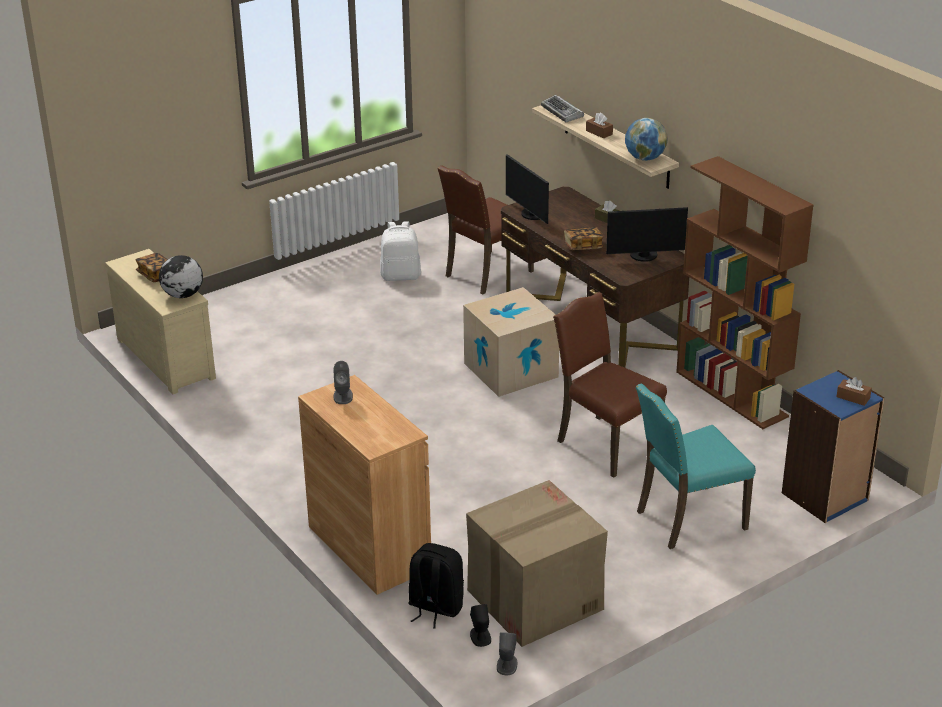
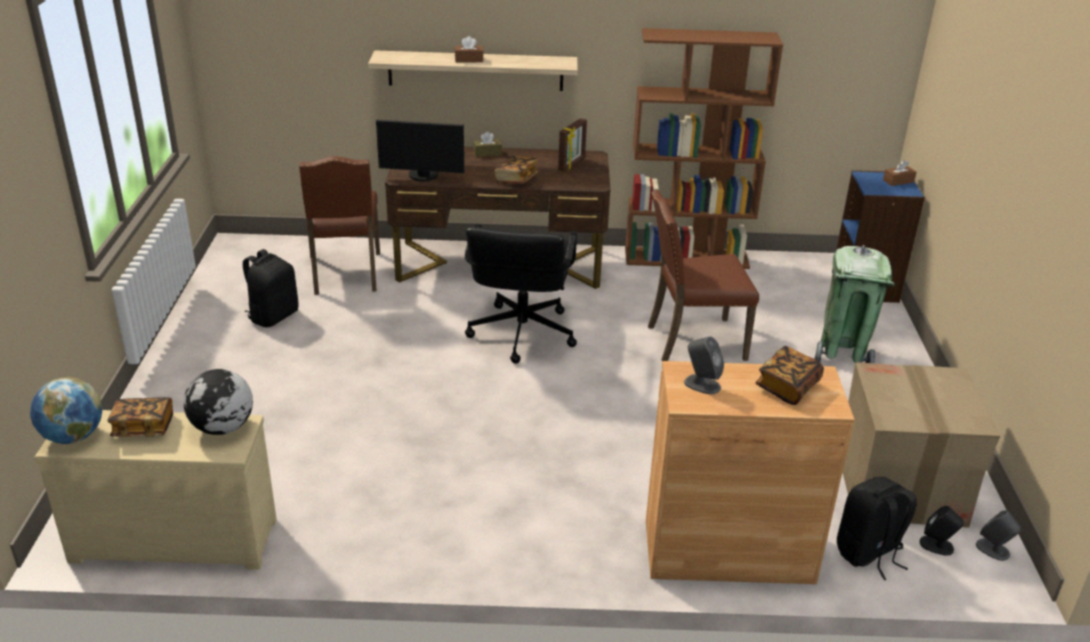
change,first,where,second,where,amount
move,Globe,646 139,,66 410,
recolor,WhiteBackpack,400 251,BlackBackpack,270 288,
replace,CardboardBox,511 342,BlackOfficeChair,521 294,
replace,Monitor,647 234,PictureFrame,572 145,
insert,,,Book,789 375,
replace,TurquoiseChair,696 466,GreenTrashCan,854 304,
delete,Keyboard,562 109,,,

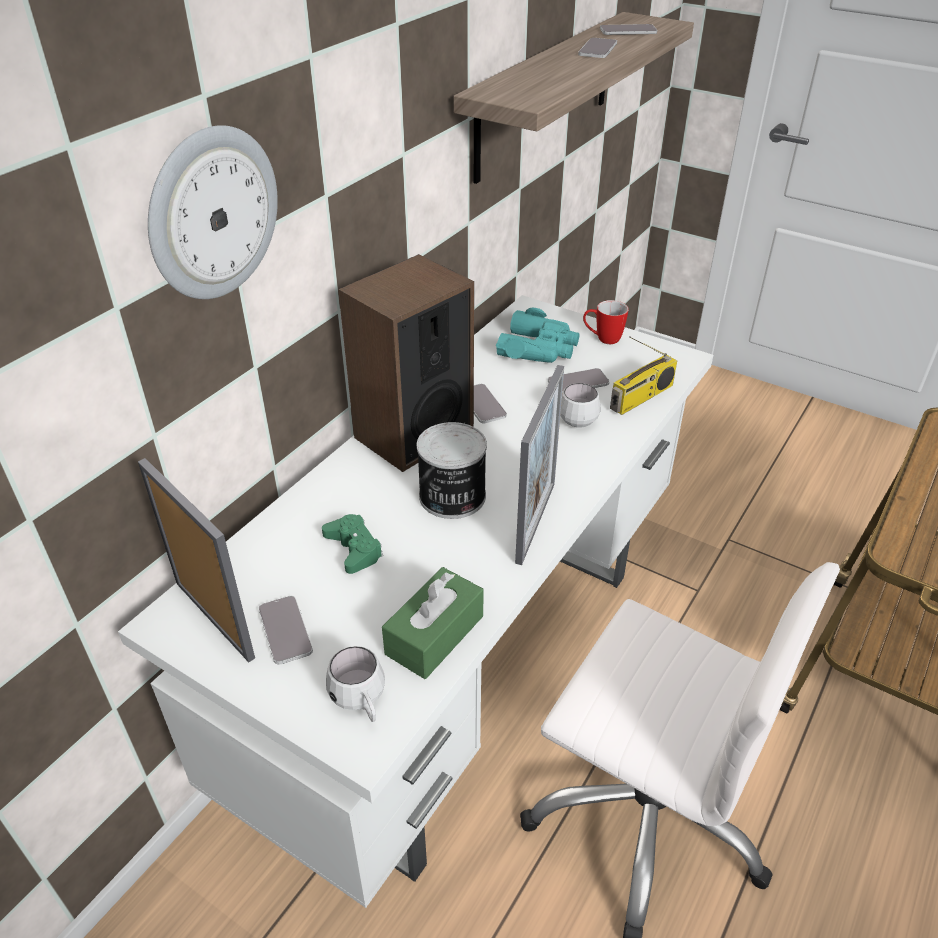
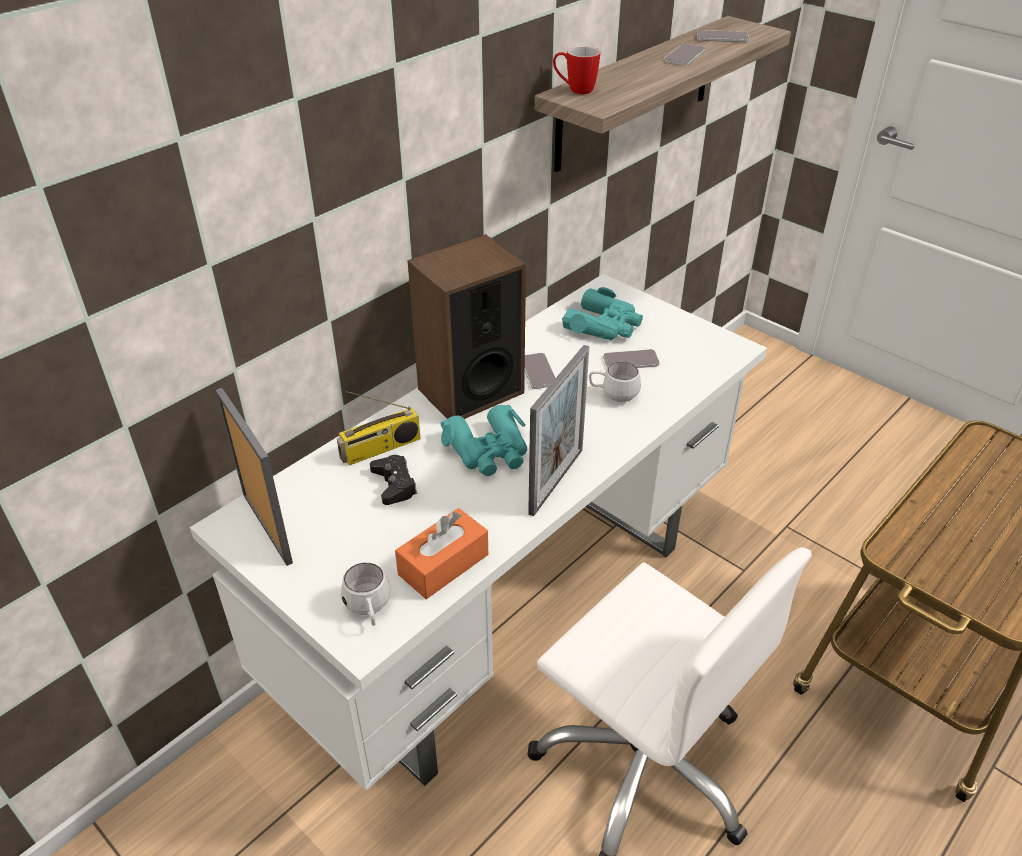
change,first,where,second,where,amount
move,Radio,643 375,,379 428,
recolor,GreenGameController,352 544,BlackGameController,393 480,
recolor,GreenTissueBox,433 623,OrangeTissueBox,441 553,
replace,Can,452 470,TurquoiseBinoculars,484 440,
move,Mug,606 322,,576 70,
delete,WallClock,213 212,,,
delete,Phone,286 630,,,

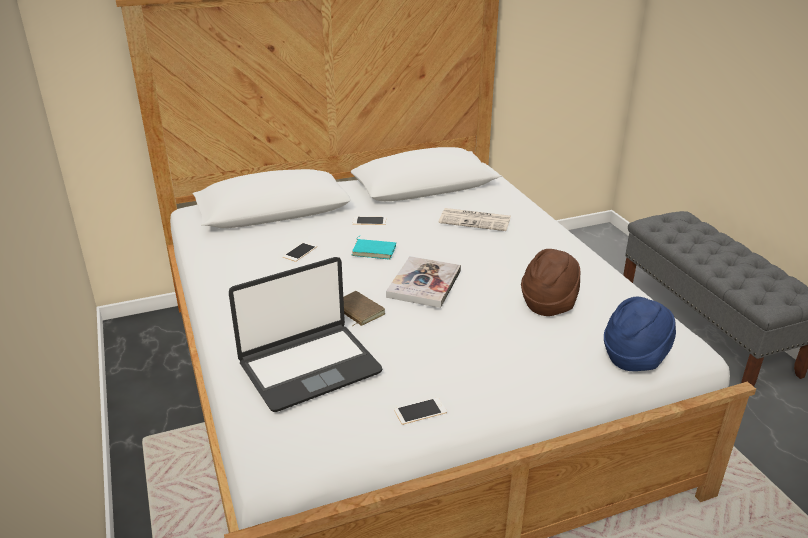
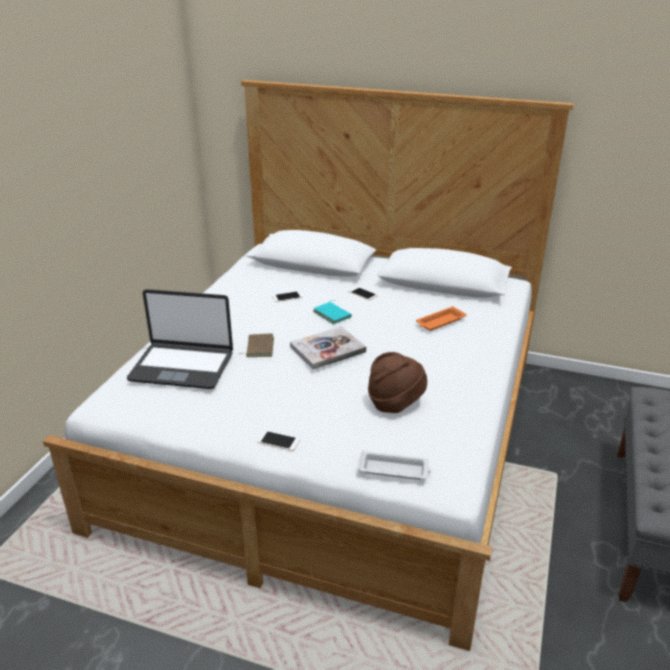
change,first,where,second,where,amount
move,Phone,420 411,,278 441,
replace,BlueHat,640 334,WhiteTray,395 465,
replace,Newspaper,474 219,OrangeTray,441 318,

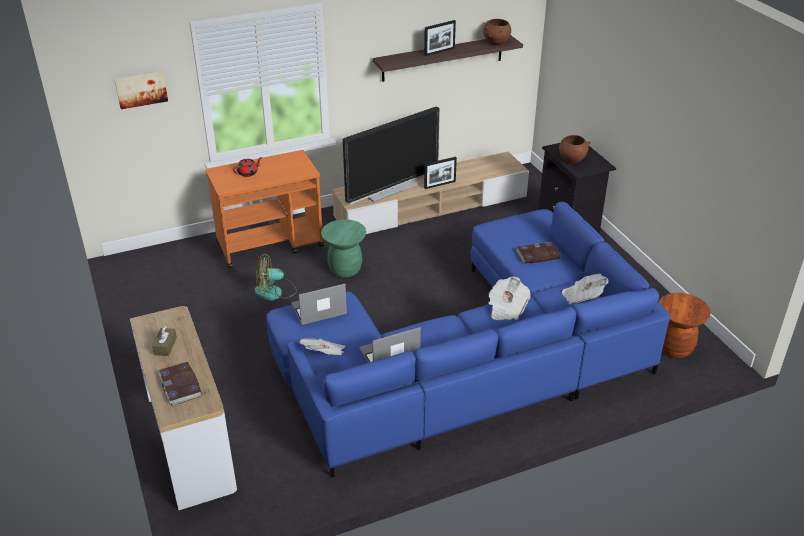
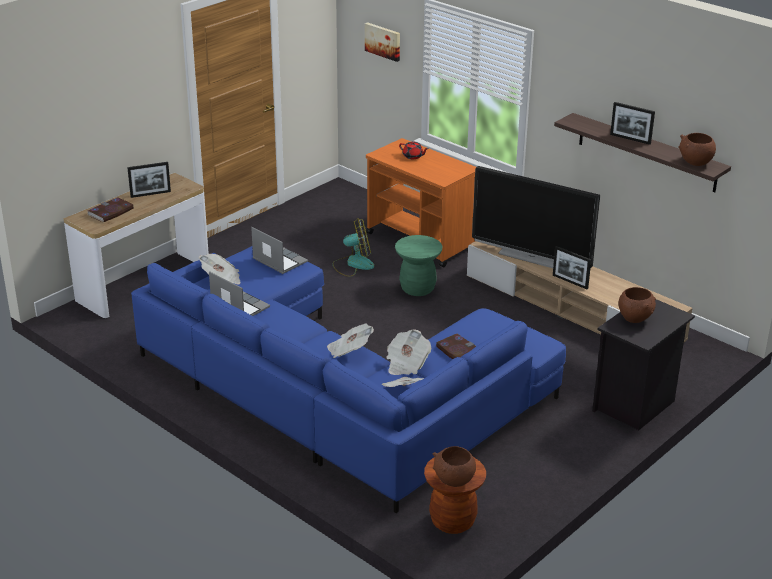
change,first,where,second,where,amount
replace,BrownTissueBox,164 341,PictureFrame,149 180,
rotate,Fan,276 276,,353 248,120 degrees clockwise
insert,,,Newspaper,408 352,
insert,,,BrownBowl,454 466,

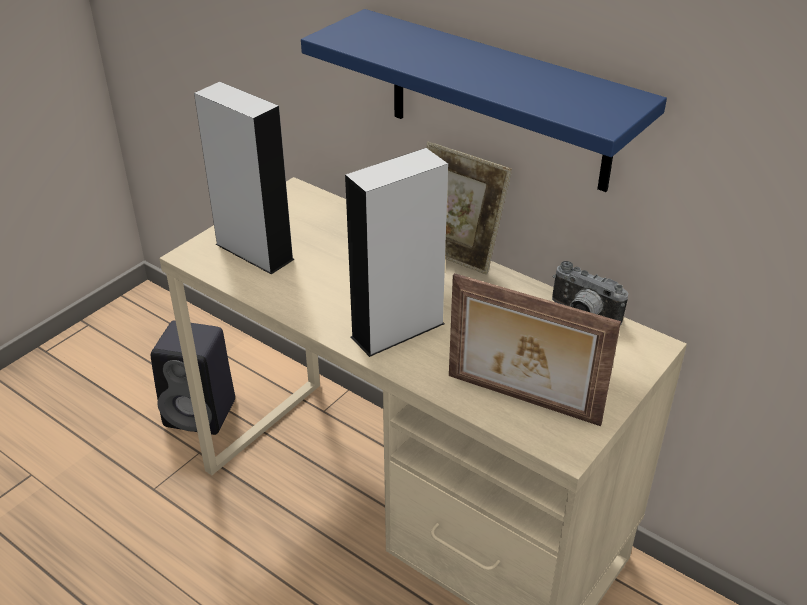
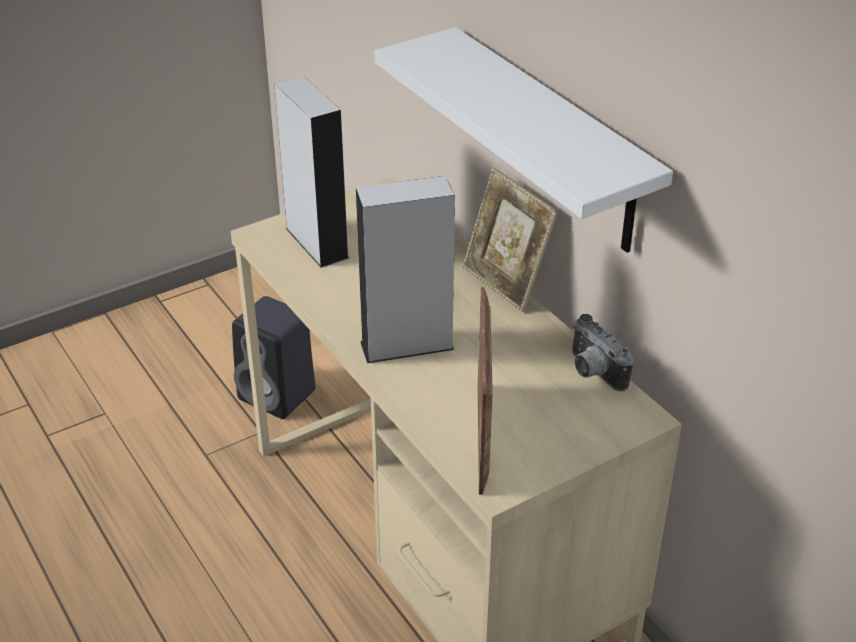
change,first,where,second,where,amount
recolor,BlueShelf,484 100,WhiteShelf,524 140,
rotate,PictureFrame,535 349,,485 391,135 degrees counterclockwise

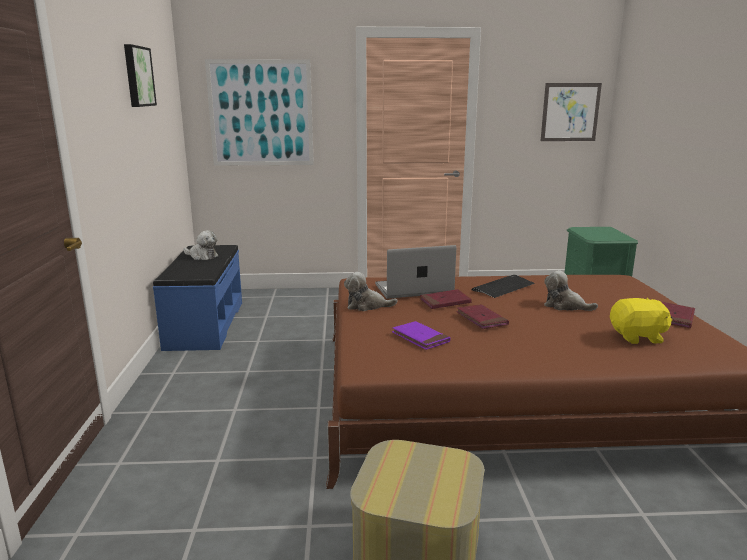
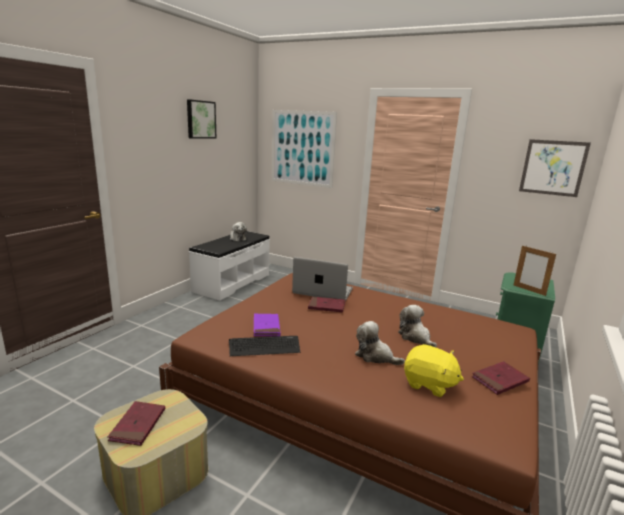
change,first,where,second,where,amount
move,RedBook,482 316,,136 423,
recolor,BlueBench,197 298,WhiteBench,229 266,
move,Keyboard,502 286,,264 346,
move,PlushToy,371 291,,380 343,
insert,,,PictureFrame,535 270,

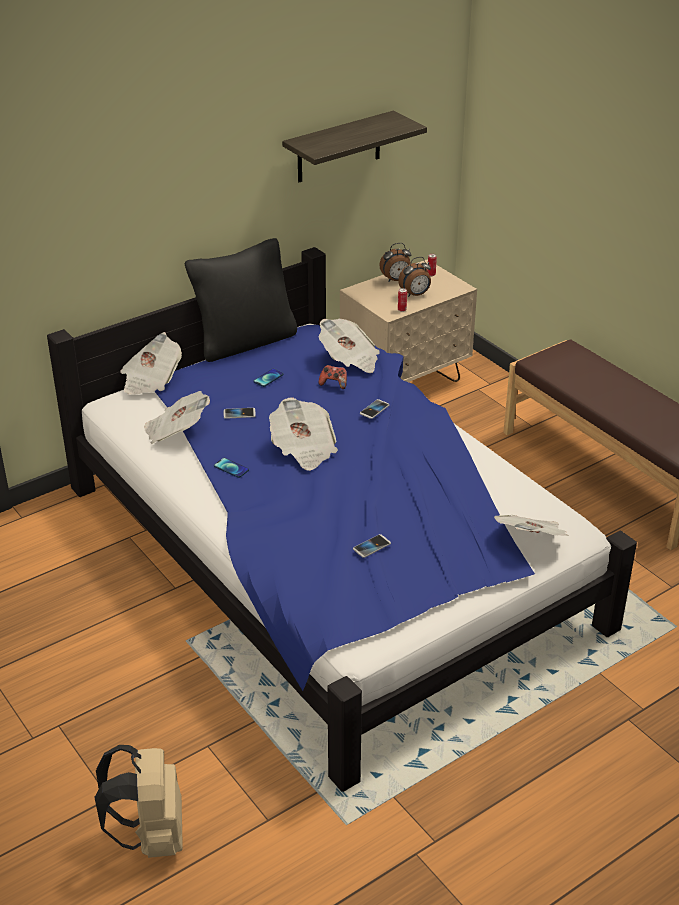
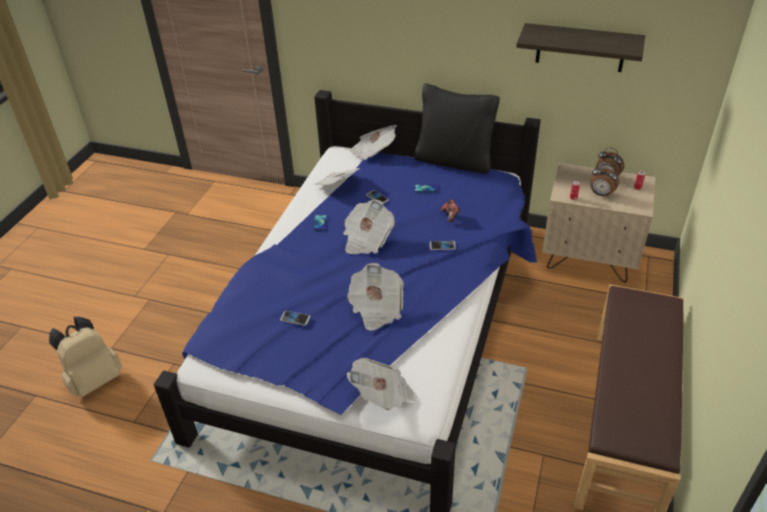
change,first,where,second,where,amount
move,Newspaper,349 346,,375 297,

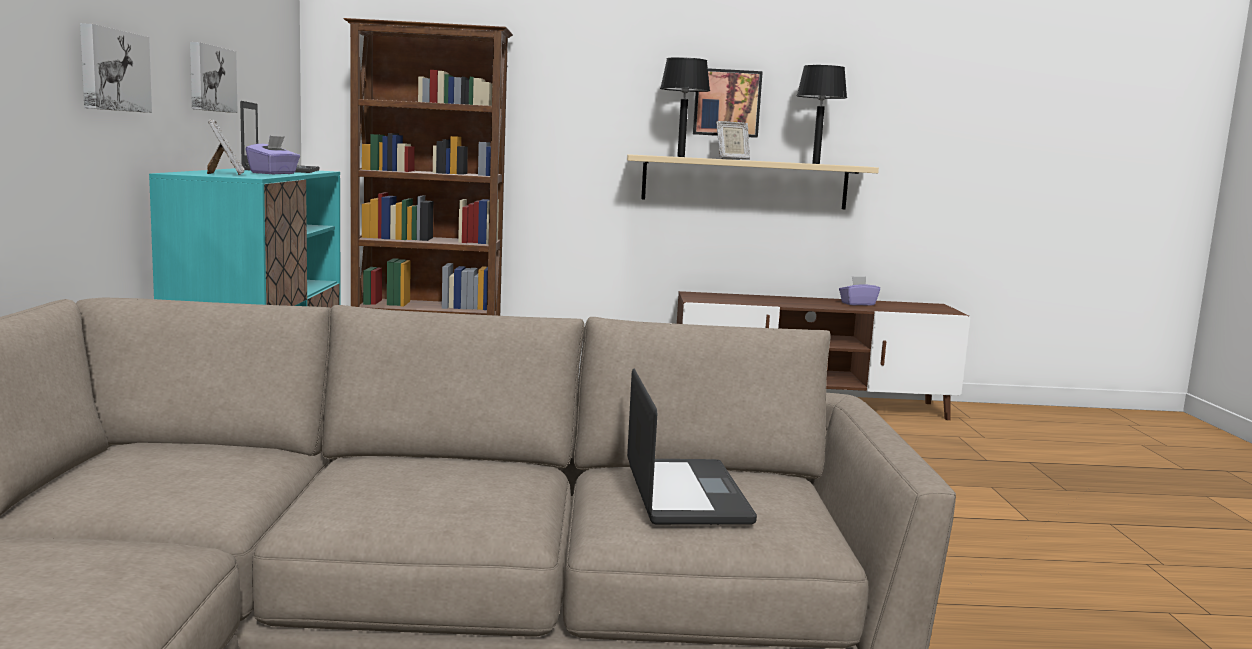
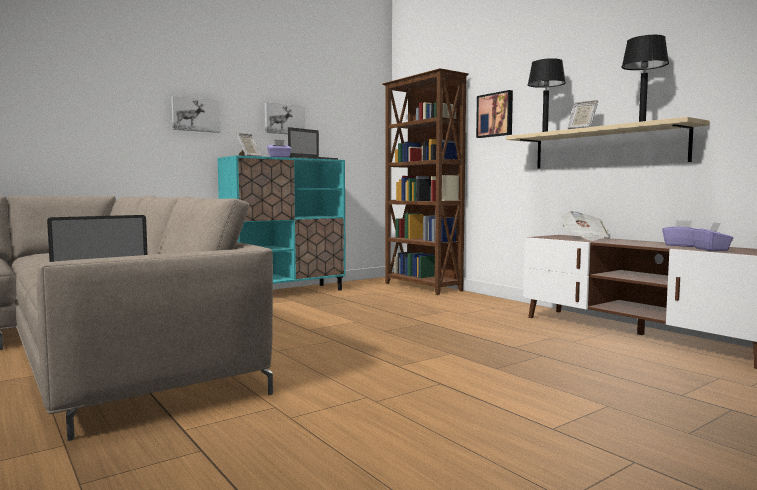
change,first,where,second,where,amount
move,Picture,728 103,,494 114,
insert,,,Newspaper,585 226,
insert,,,PurpleTissueBox,712 236,

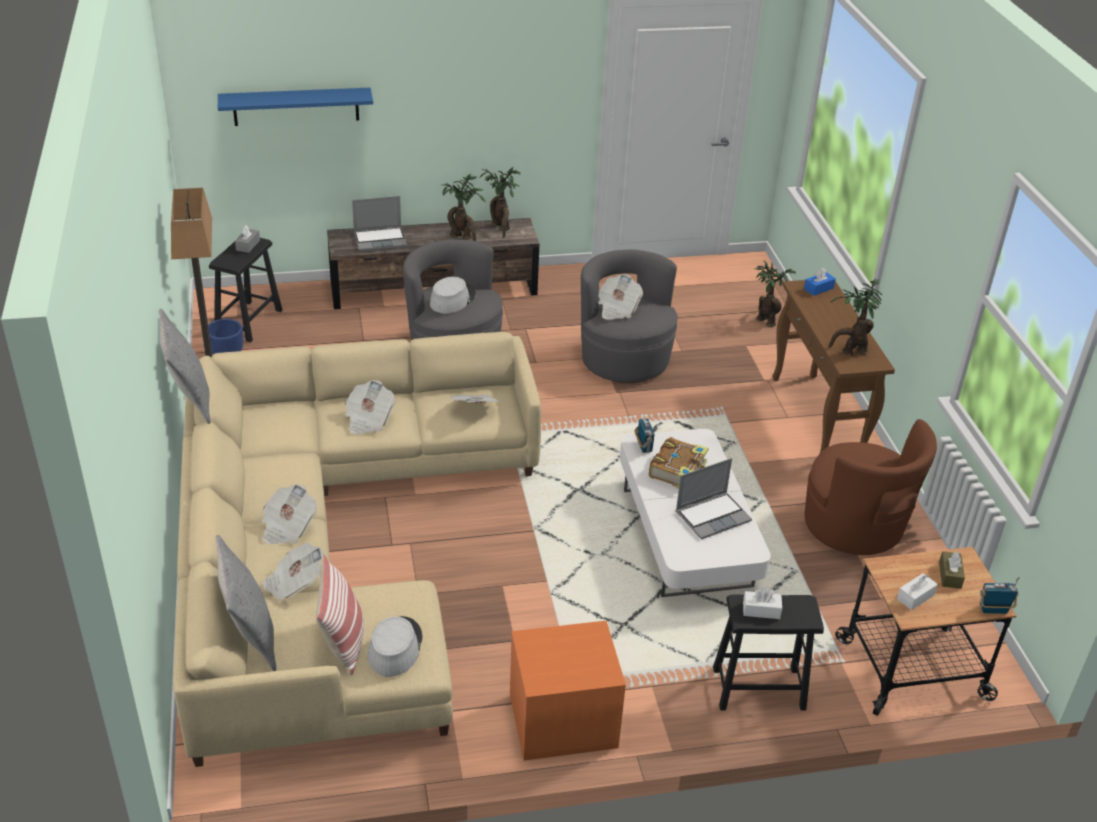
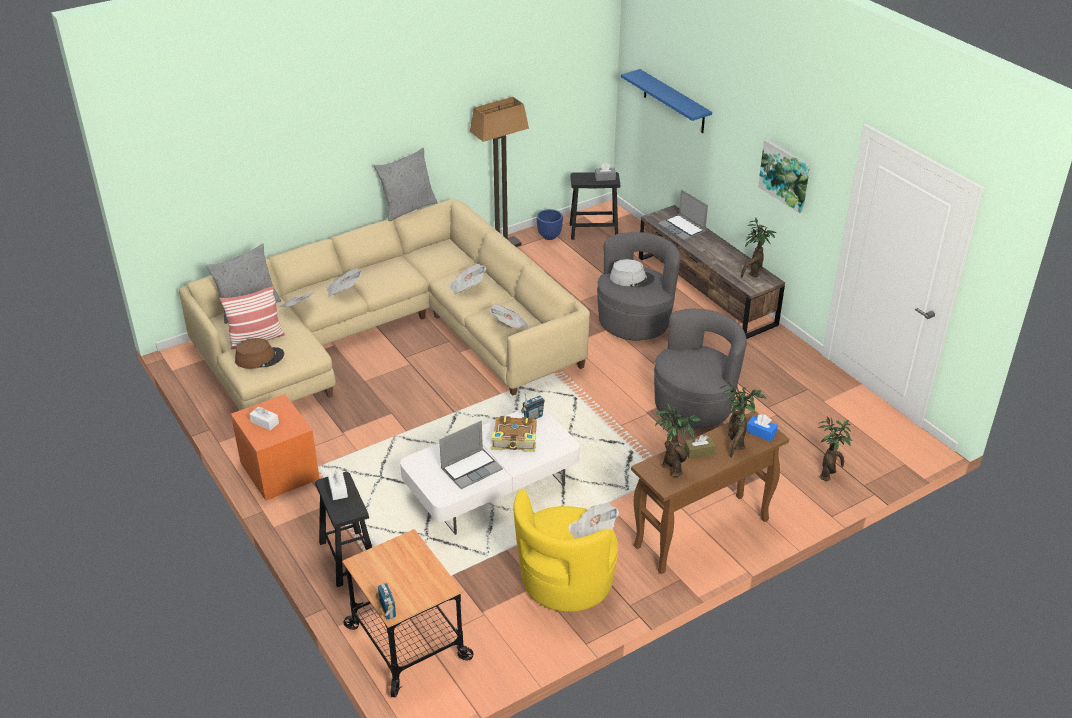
change,first,where,second,where,amount
recolor,GreyHat,395 646,BrownHat,259 353,
move,WhiteTissueBox,917 591,,264 418,
rotate,Laptop,714 498,,471 455,75 degrees counterclockwise
recolor,BrownArmchair,871 487,YellowArmchair,565 550,
move,Newspaper,620 297,,593 520,
move,BrownTissueBox,952 570,,700 447,
move,PottedPlant,463 207,,743 418,
insert,,,Picture,784 176,

